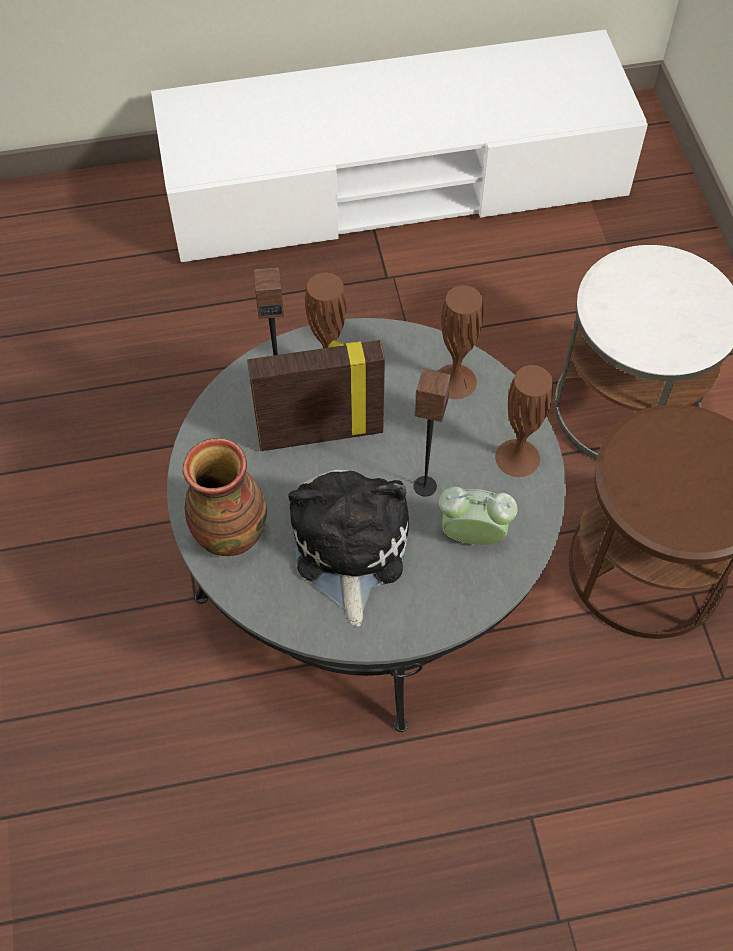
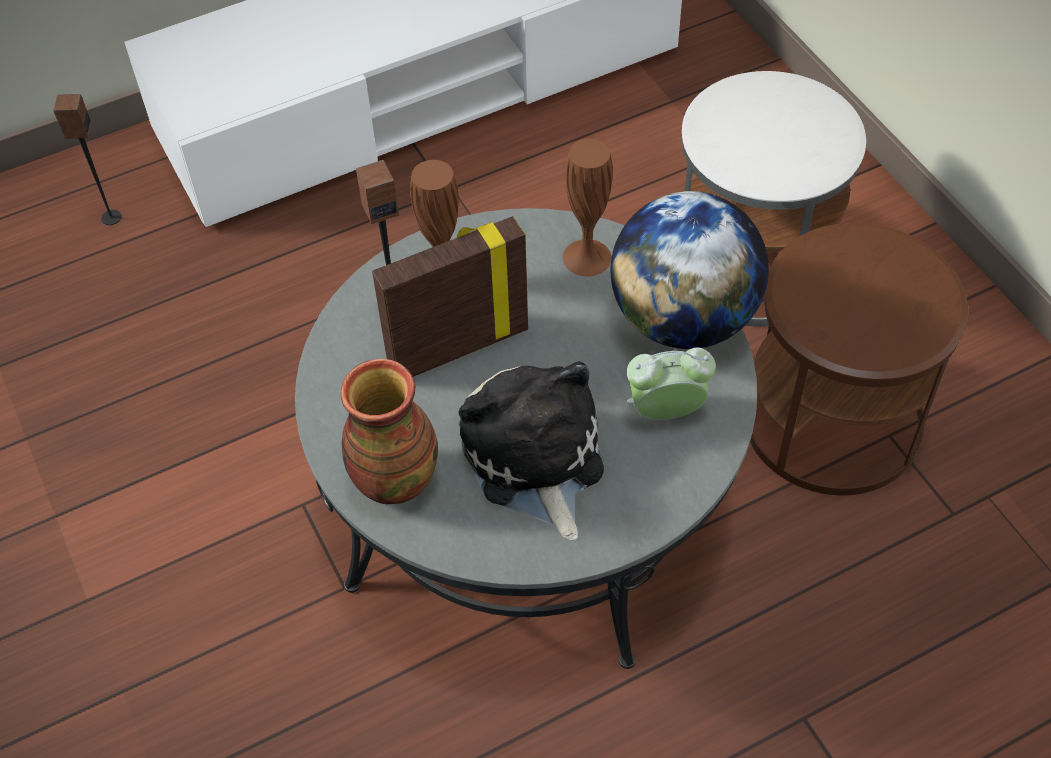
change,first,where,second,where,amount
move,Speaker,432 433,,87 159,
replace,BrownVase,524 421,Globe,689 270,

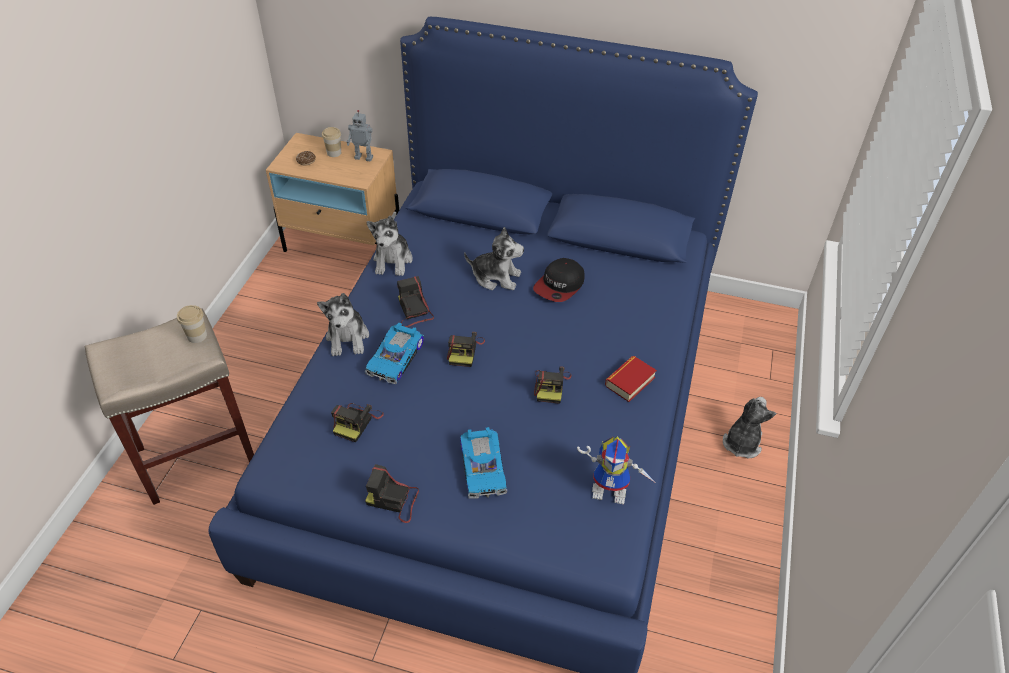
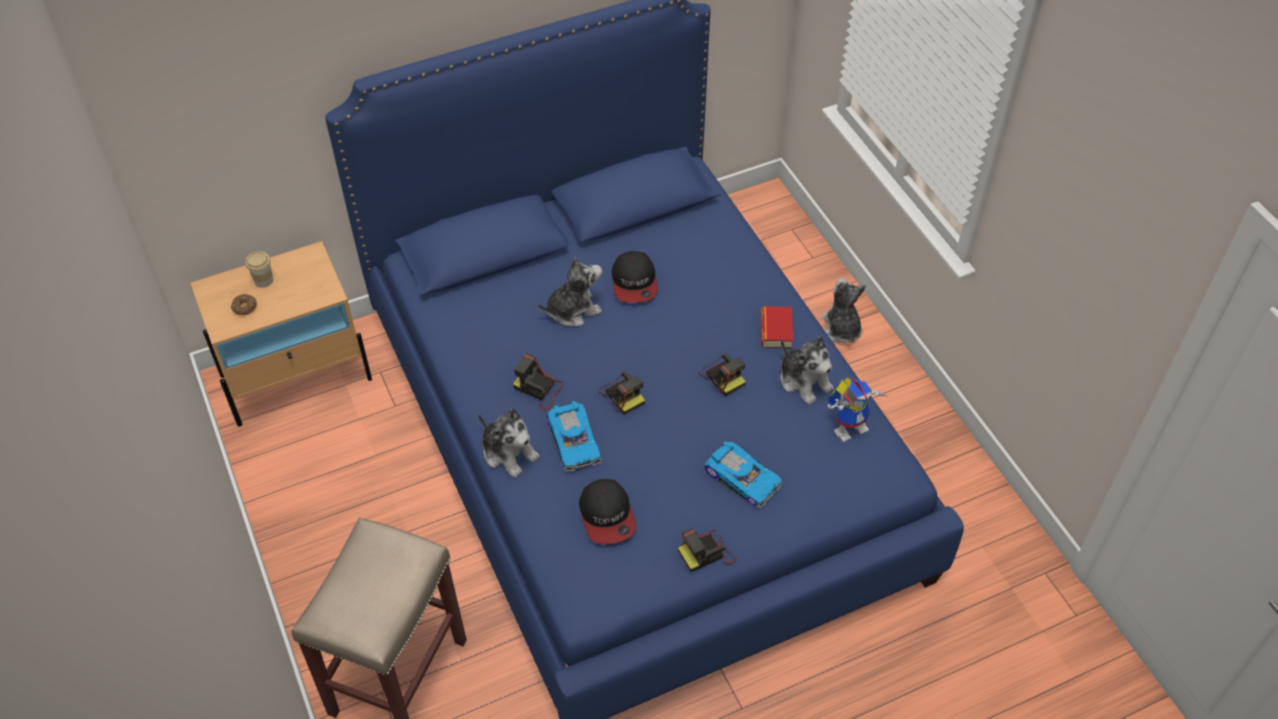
change,first,where,second,where,amount
replace,PhotoCamera,357 422,Cap,607 511,
move,PlushToy,390 246,,807 370,
delete,Cup,192 324,,,
delete,ToyRobot,360 136,,,

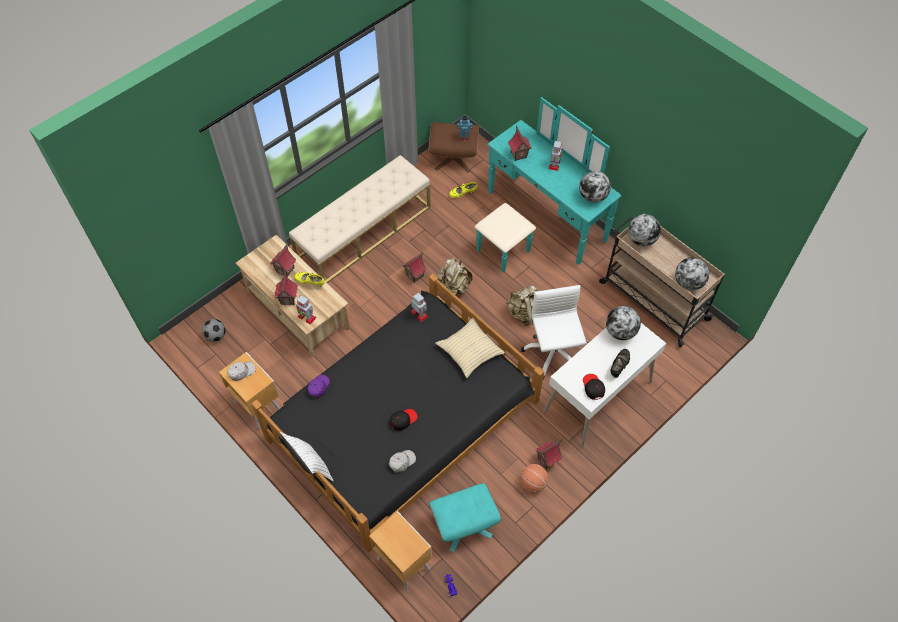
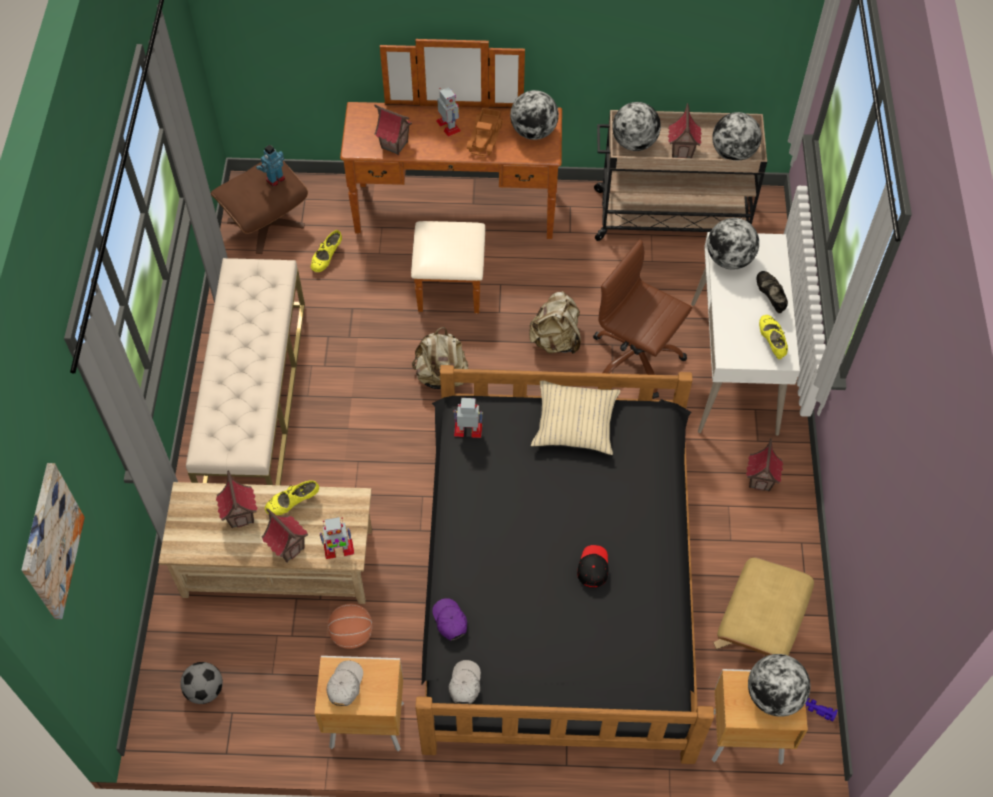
change,first,where,second,where,amount
insert,,,Picture,53 541,
move,Basketball,534 478,,350 626,
recolor,TurquoiseDresser,548 184,BrownDresser,451 176,
move,WhiteCap,402 461,,465 682,
insert,,,ToyTruck,484 132,
recolor,WhiteOfficeChair,554 332,BrownOfficeChair,642 319,
move,ToyHouse,415 267,,685 130,
recolor,TurquoiseOttoman,465 517,BeigeOttoman,763 606,
insert,,,Globe,779 685,
replace,BlackCap,594 387,YellowShoe,773 337,
delete,WhitePillow,306 457,,,

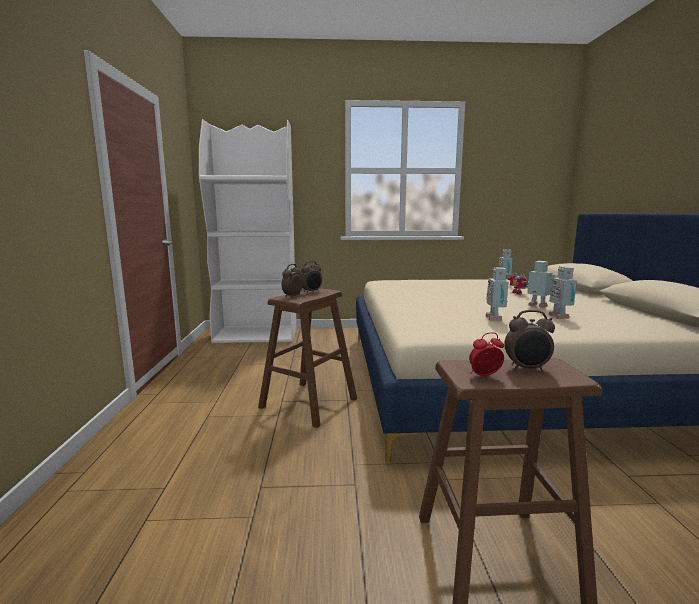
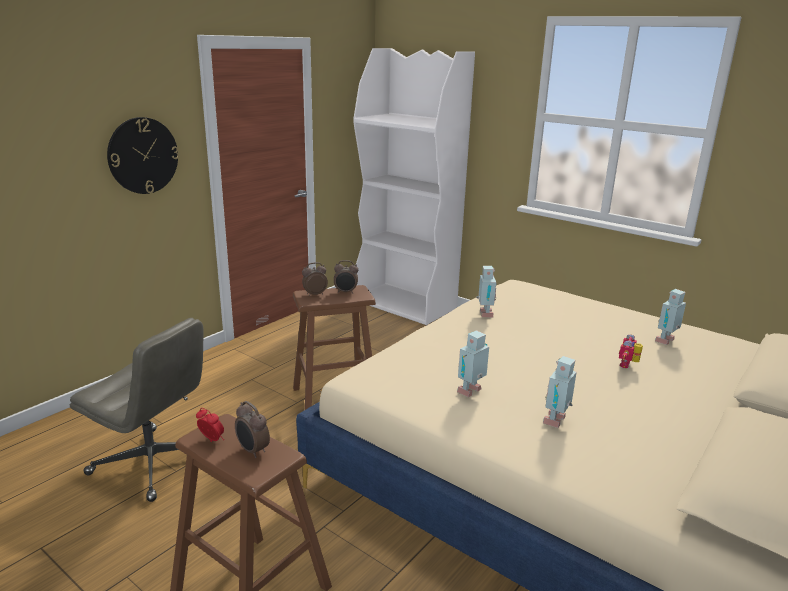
change,first,where,second,where,amount
insert,,,GreyOfficeChair,137 410,
insert,,,WallClock,143 155,
move,ToyRobot,540 284,,486 292,

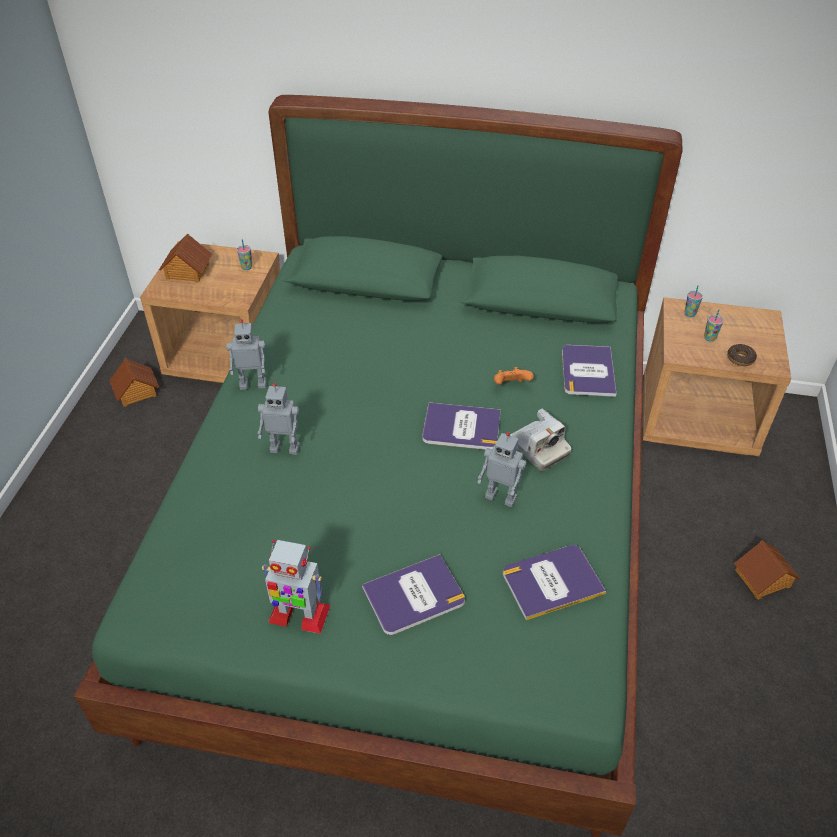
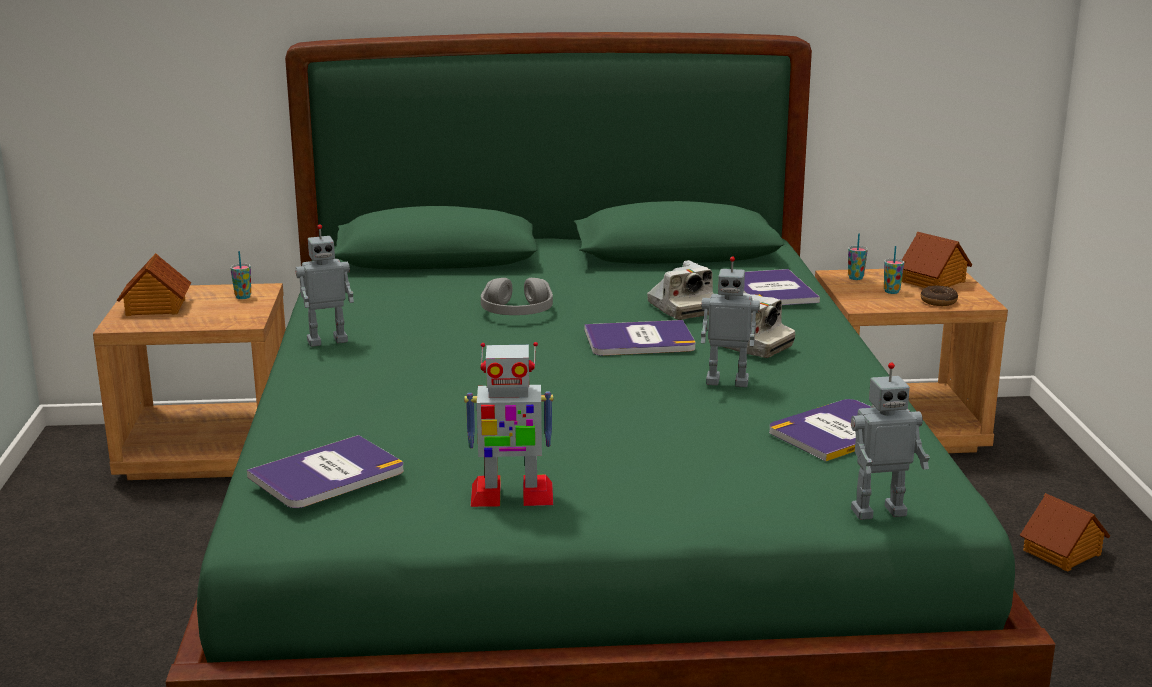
change,first,where,second,where,amount
move,Book,413 594,,325 471,
insert,,,GreyHeadphones,517 296,
replace,OrangeGameController,514 376,PhotoCamera,680 290,
move,ToyRobot,278 419,,890 441,
move,ToyHouse,134 382,,937 260,

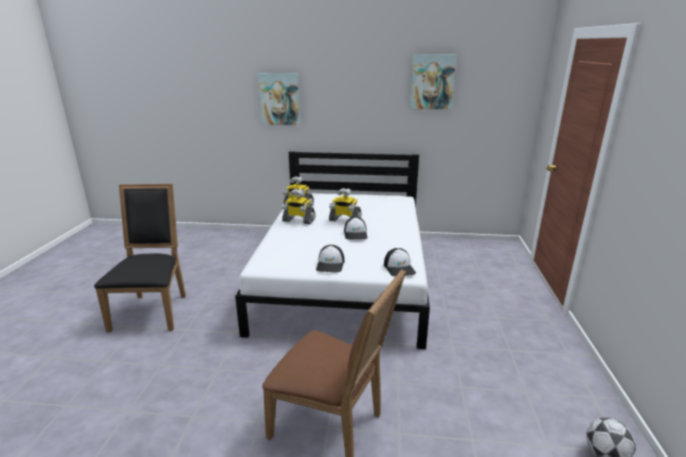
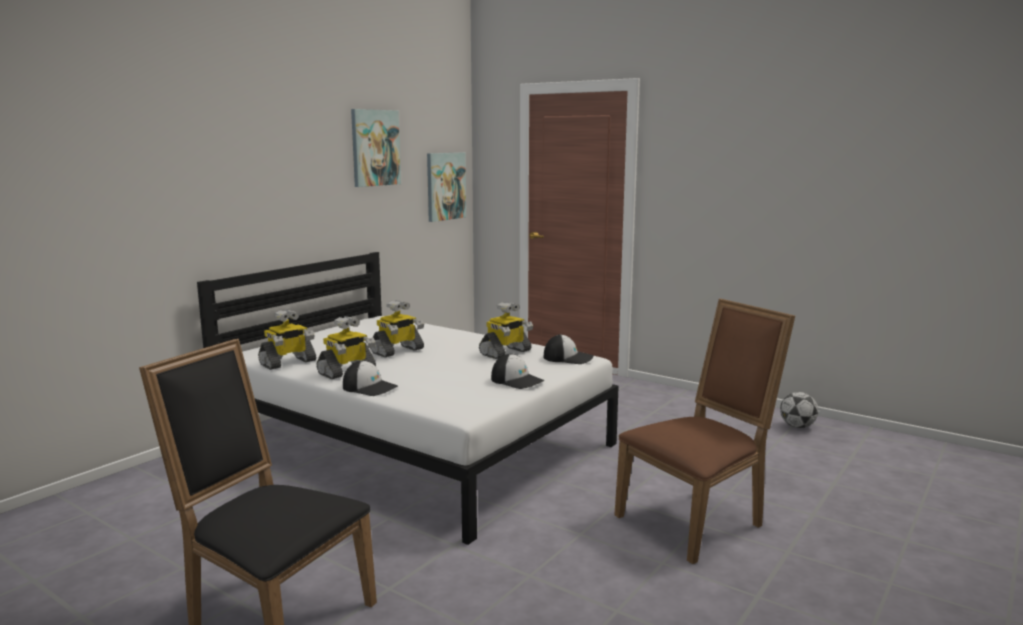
change,first,where,second,where,amount
move,Cap,356 228,,370 378,
move,Picture,278 99,,446 187,
insert,,,ToyRobot,506 330,

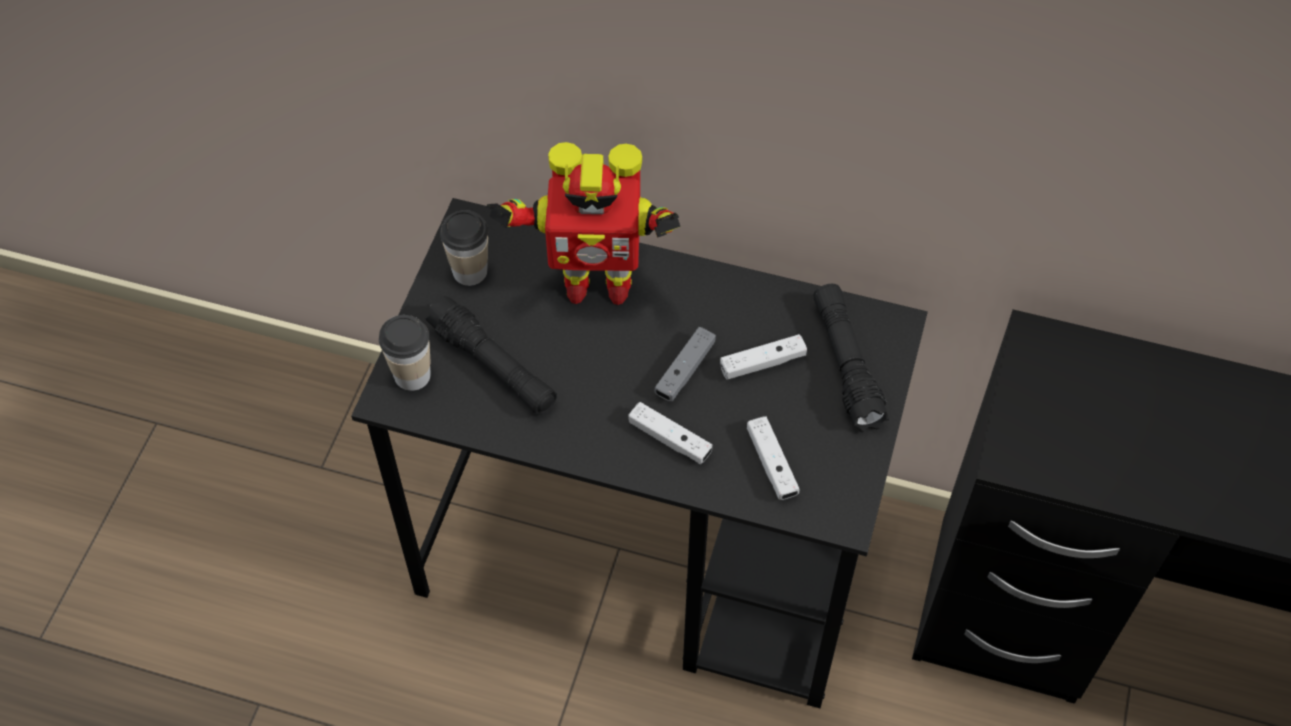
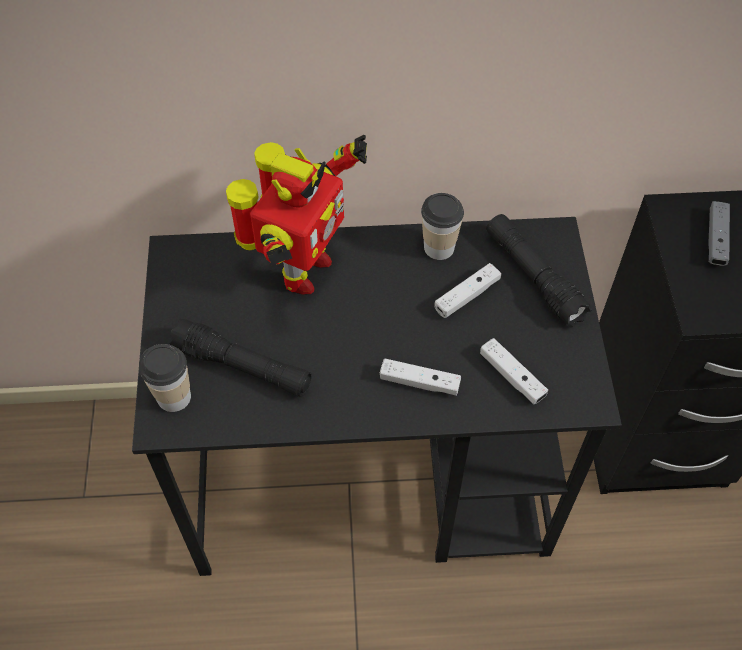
change,first,where,second,where,amount
rotate,ToyRobot,583 223,,296 215,45 degrees counterclockwise
move,Cup,464 248,,442 226,
move,GreyGameController,685 364,,719 233,

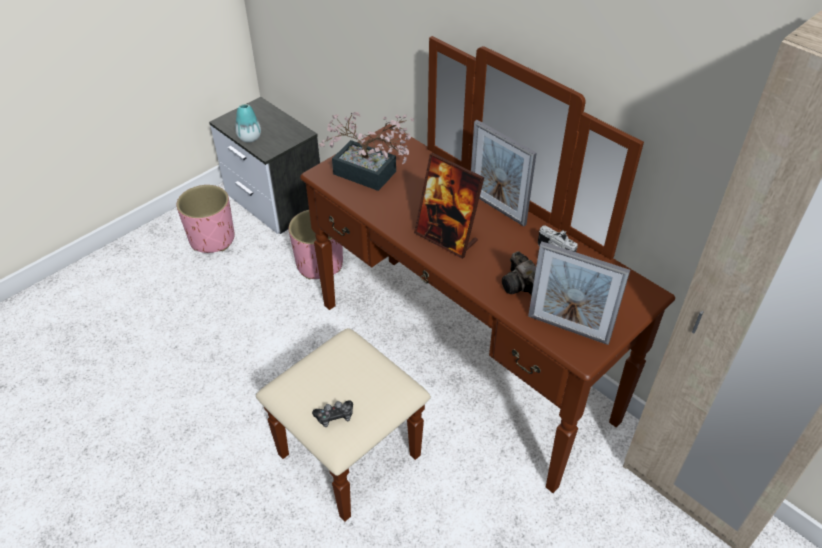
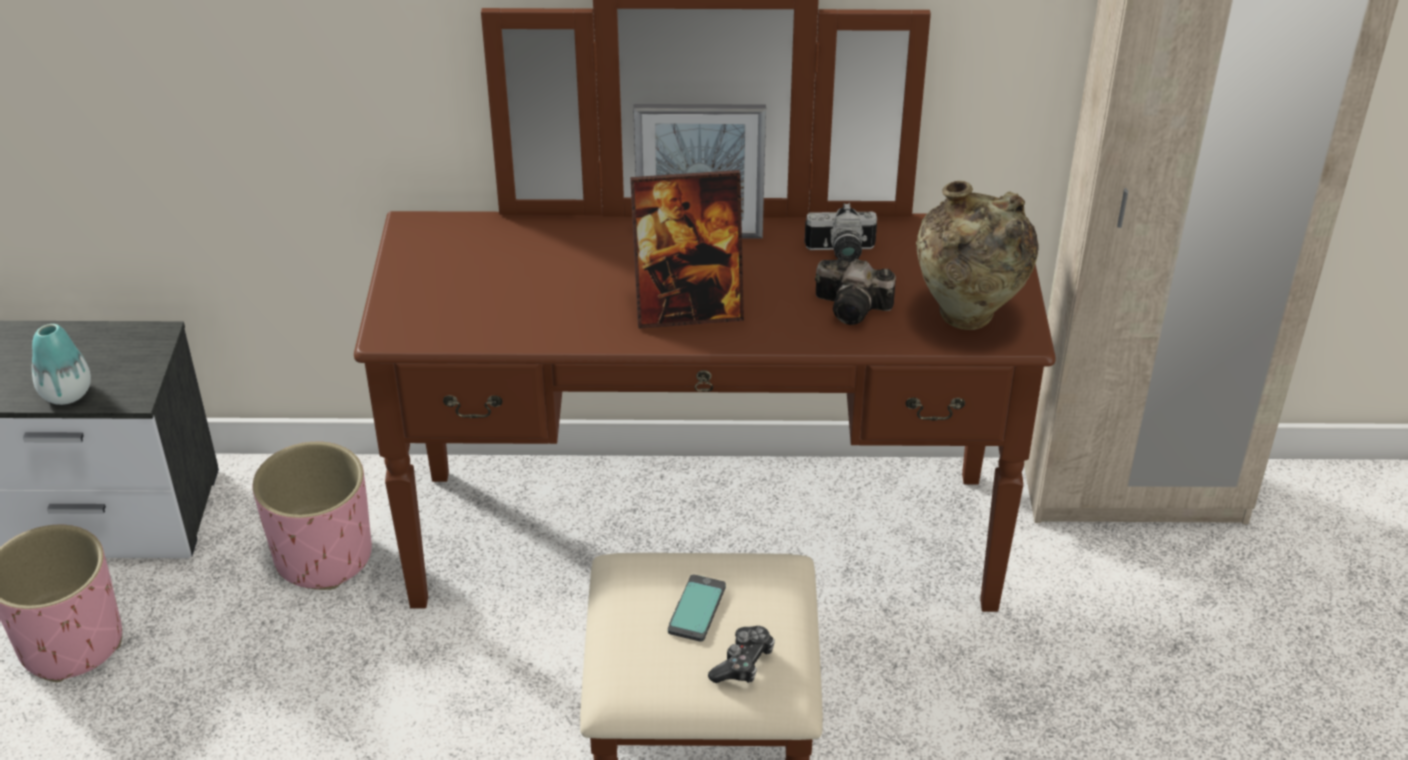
change,first,where,second,where,amount
insert,,,Phone,697 608,
replace,PictureFrame,579 293,BeigeVase,977 255,
delete,PottedPlant,366 151,,,

